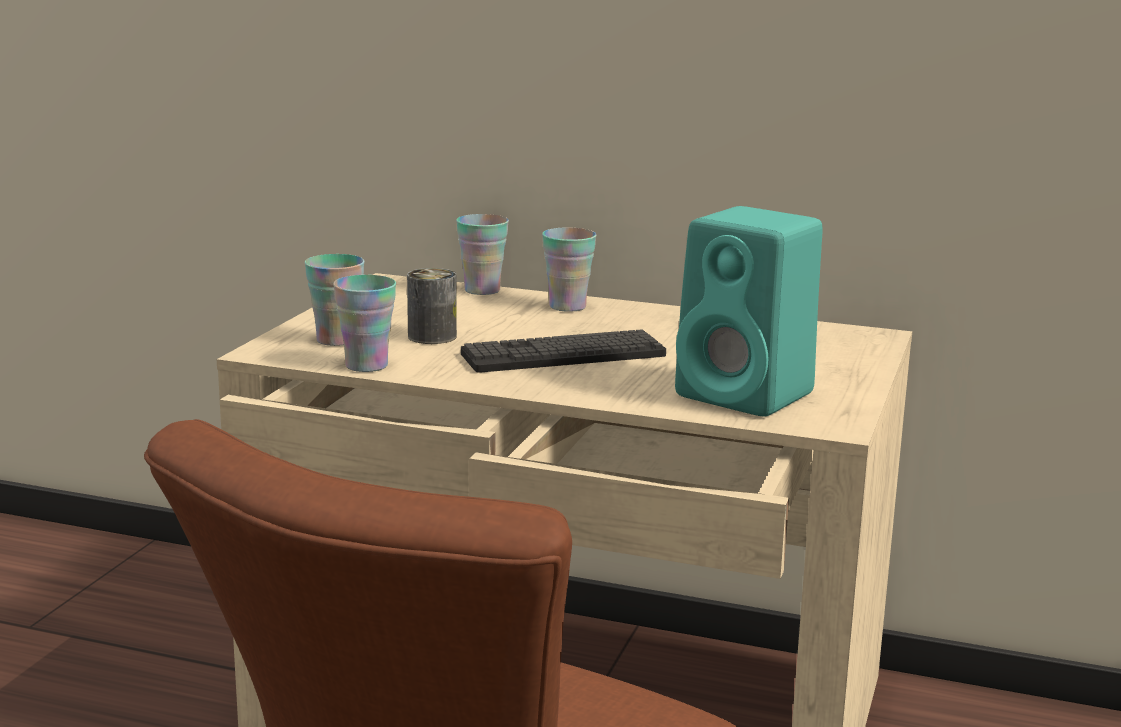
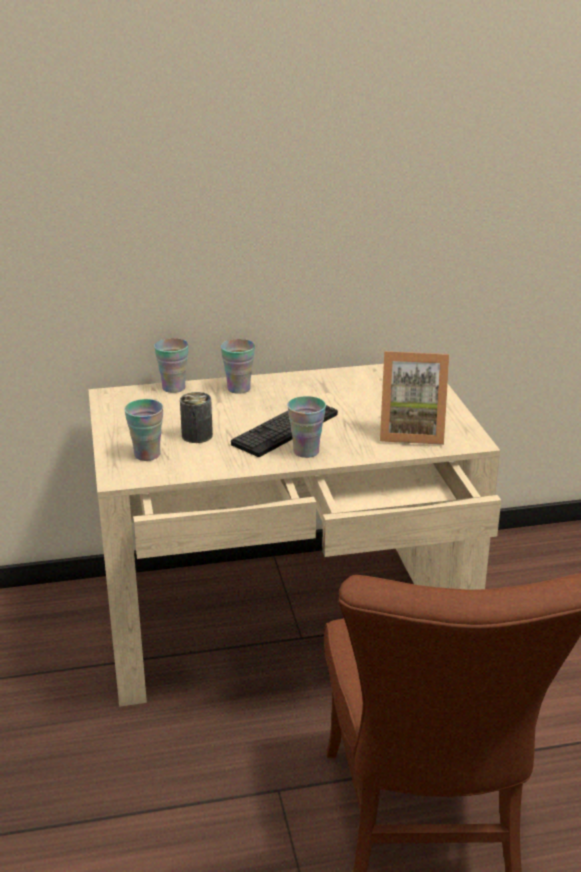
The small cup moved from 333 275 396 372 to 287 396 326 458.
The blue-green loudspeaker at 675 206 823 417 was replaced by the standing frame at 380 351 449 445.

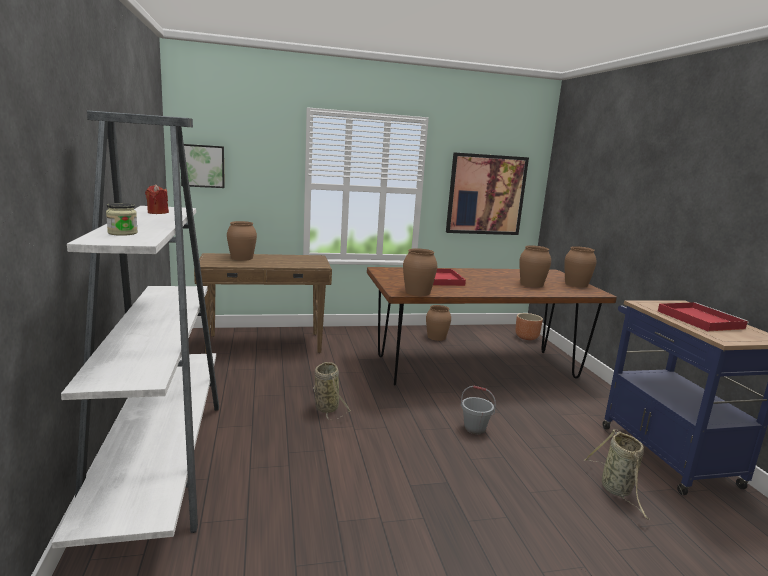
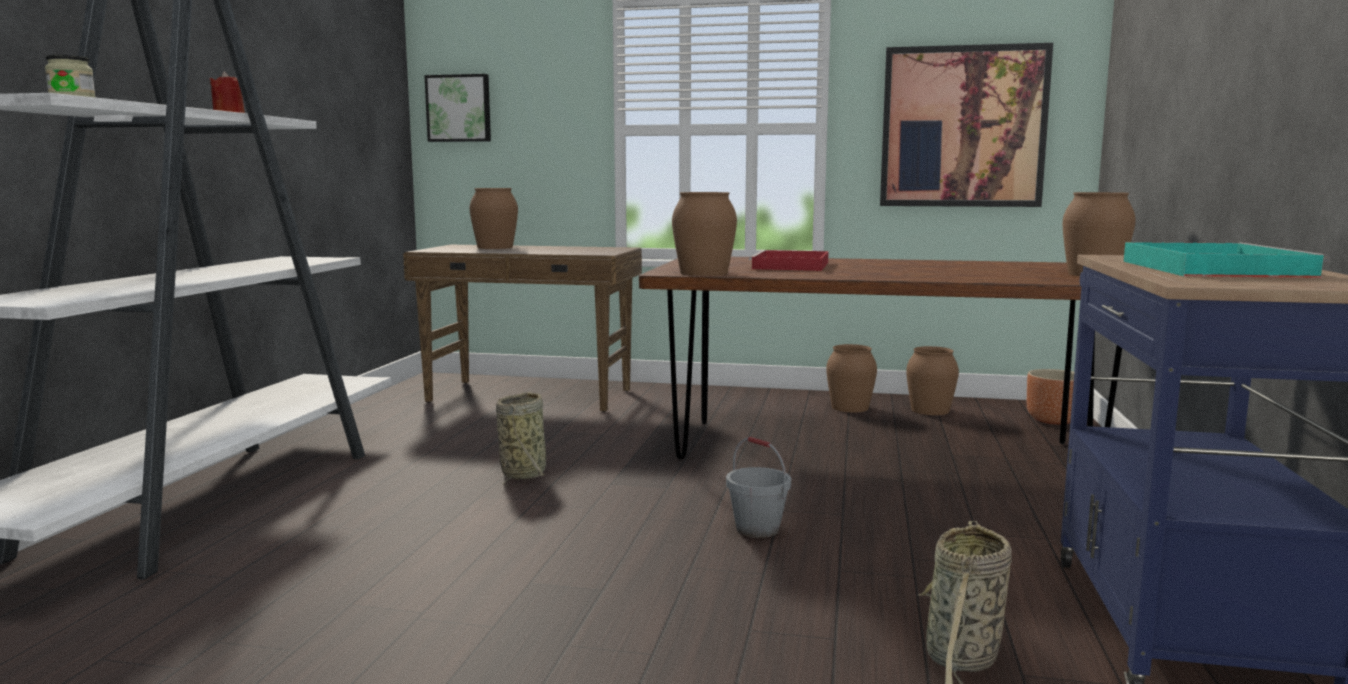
The brownish flower vase moved from 519 245 551 288 to 906 346 959 415.
The red-coloured serving tray at 658 302 749 331 became the blue-green serving tray at 1124 242 1330 278.

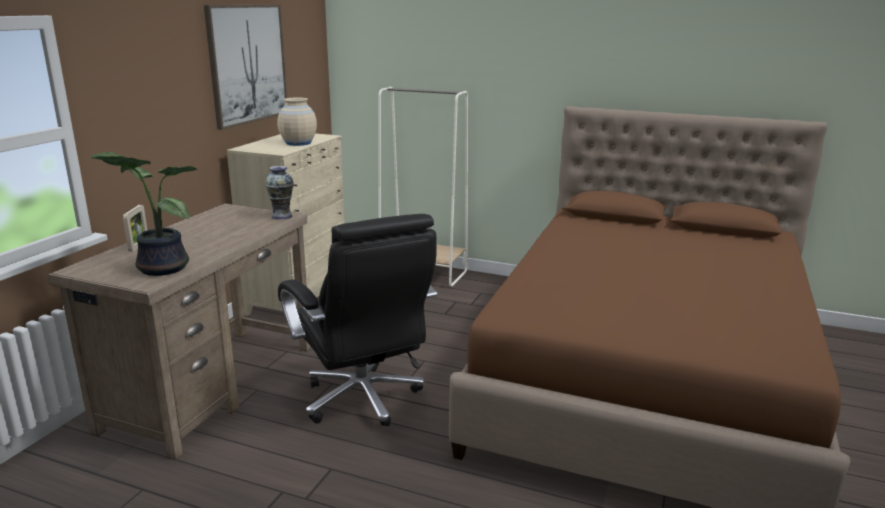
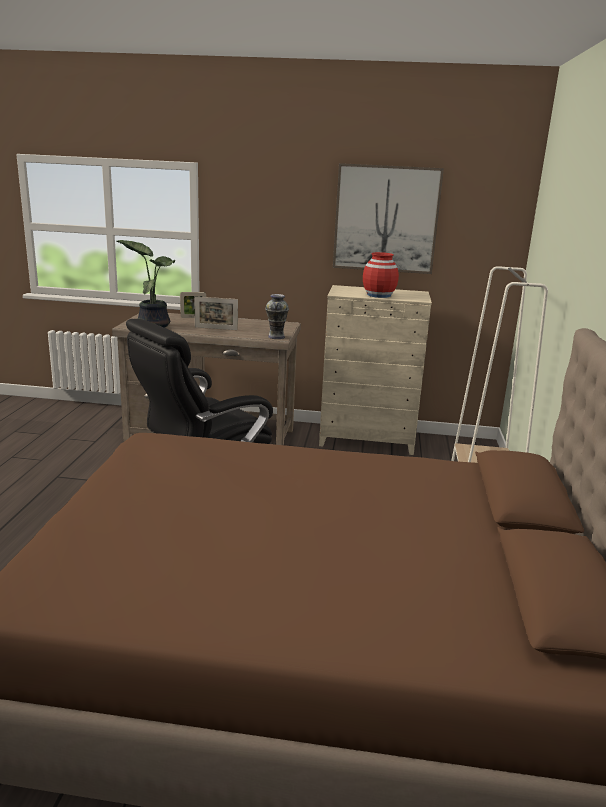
The standing frame at 194 296 238 330 appeared.
The beige-coloured flower vase at 277 98 317 146 became the red-coloured flower vase at 363 252 399 298.

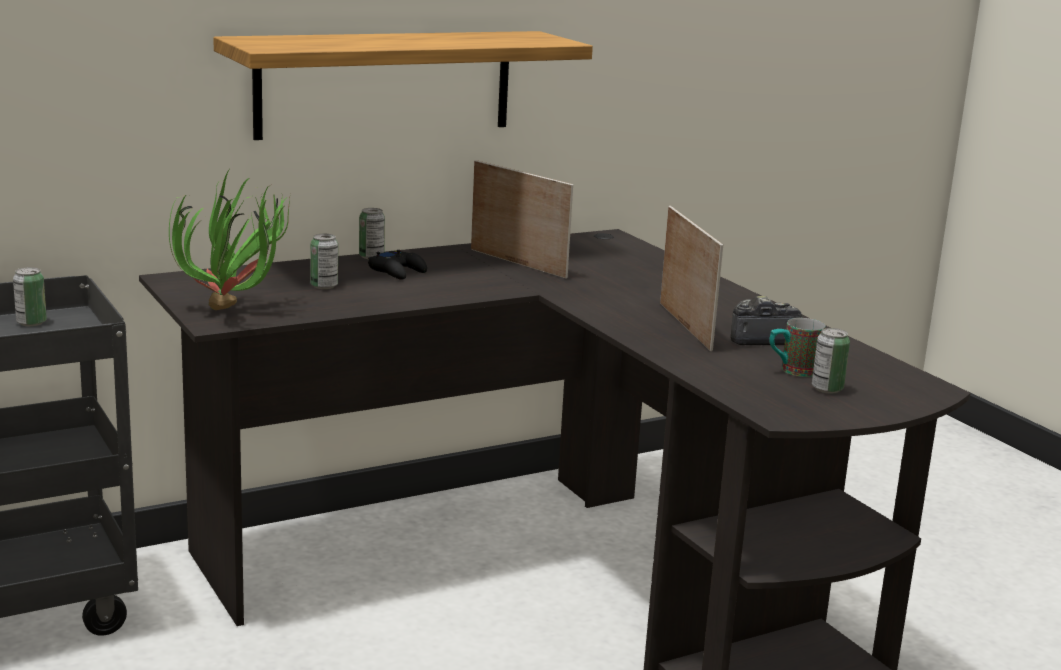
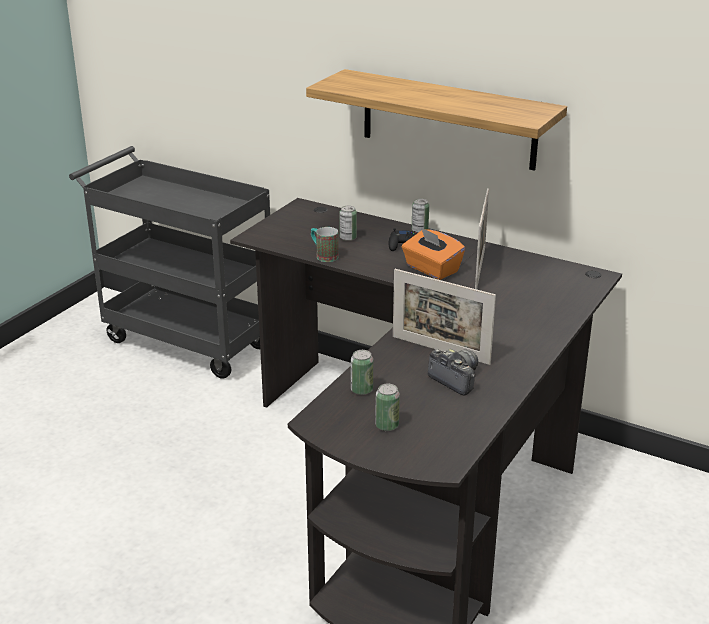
The houseplant at 169 168 290 310 disappeared.
The orange-coloured tissue holder at 402 227 465 280 appeared.
The sealed can moved from 13 267 47 326 to 351 350 373 395.
The coffee mug moved from 769 318 826 377 to 311 227 339 262.
The standing frame at 660 206 723 351 turned 75 degrees clockwise.

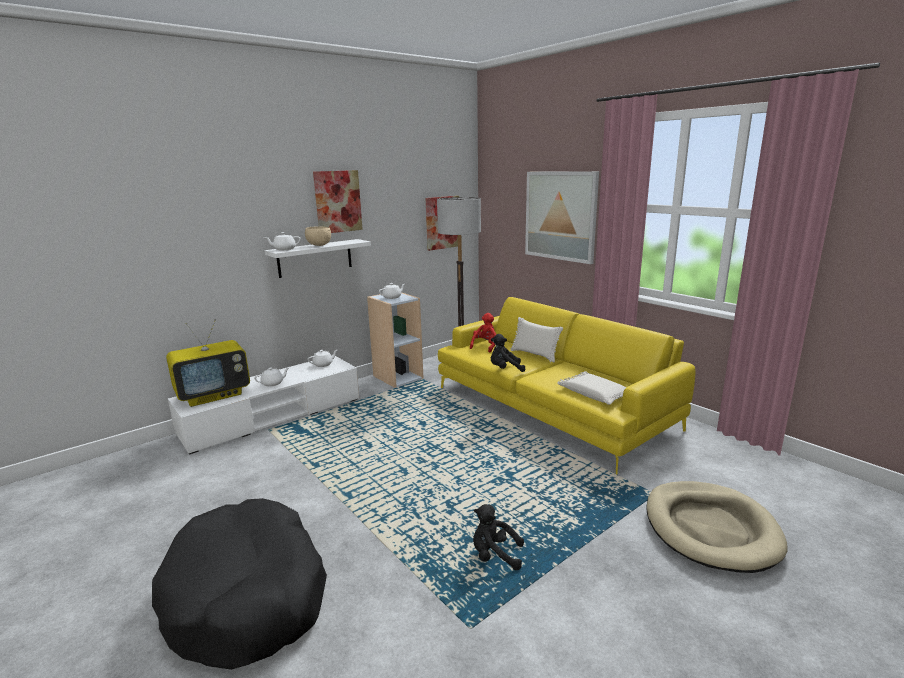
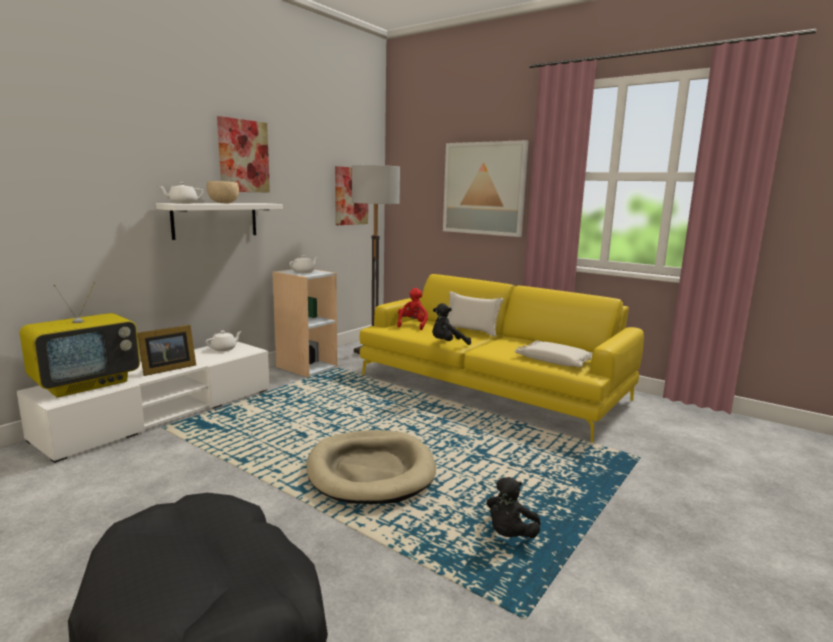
The beige-coloured pet bed moved from 646 481 788 573 to 307 430 436 504.
The white teapot at 254 368 289 387 was replaced by the standing frame at 137 325 196 376.
The black-coloured soft toy at 473 504 524 570 turned 60 degrees counterclockwise.

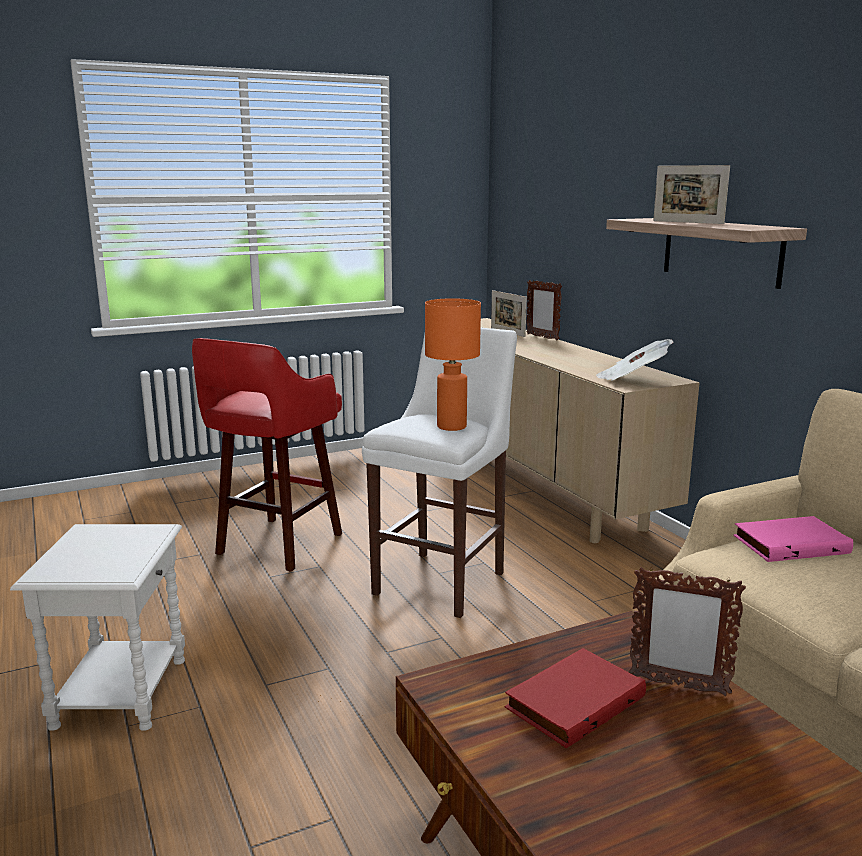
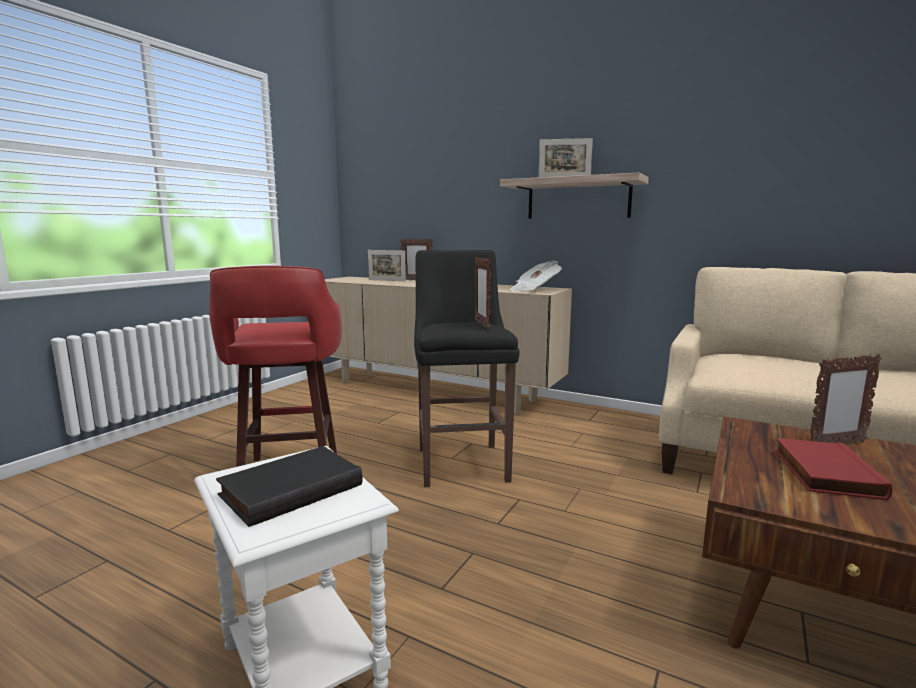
The pinkish bound book at 733 516 853 562 disappeared.
The black-coloured bound book at 216 446 363 527 appeared.
The orange-coloured table lamp at 425 298 481 431 was replaced by the standing frame at 475 257 491 330.
The white sitting stool at 362 328 517 618 became the black-coloured sitting stool at 414 250 520 487.

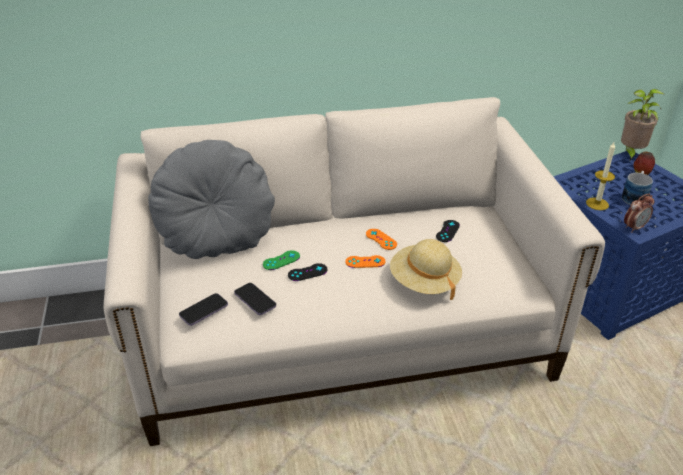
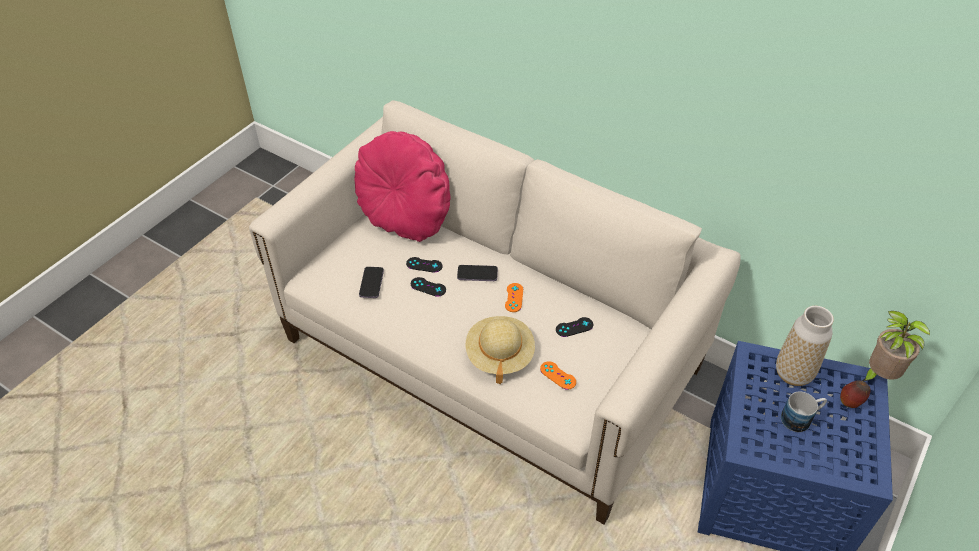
The wax light at 586 142 615 210 disappeared.
The table clock at 624 194 655 233 disappeared.
The flower vase at 776 306 834 386 appeared.
The telephone moved from 179 293 228 326 to 457 265 498 281.
The orange-coloured gamepad moved from 345 255 385 268 to 540 361 576 390.
The grey throw pillow at 148 140 275 259 became the pinkish throw pillow at 355 131 451 242.
The greenish gamepad at 263 250 300 270 became the black-coloured gamepad at 406 257 443 272.

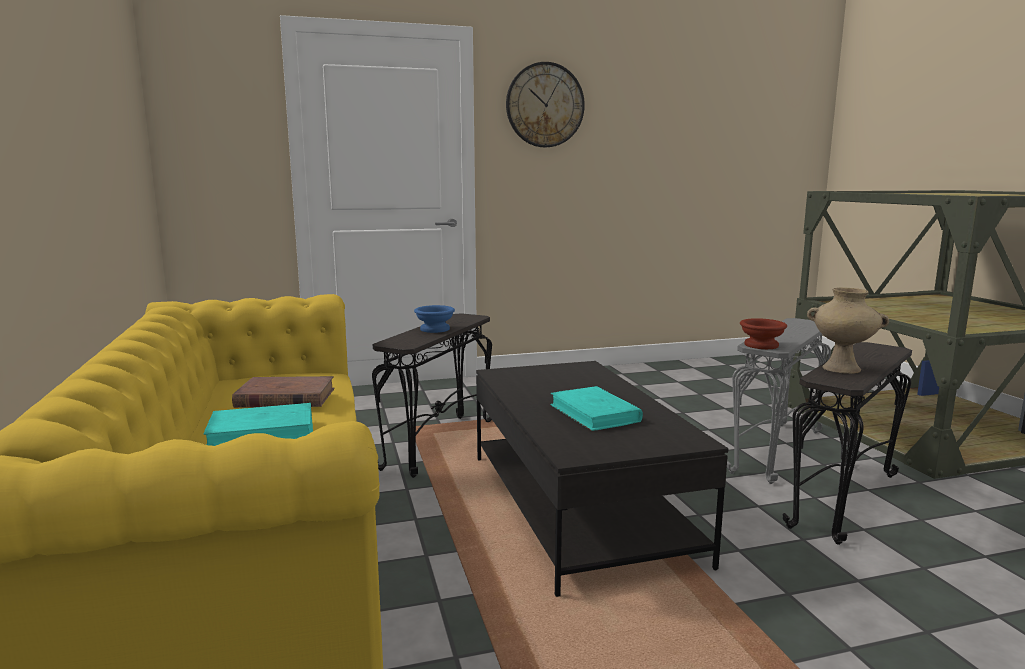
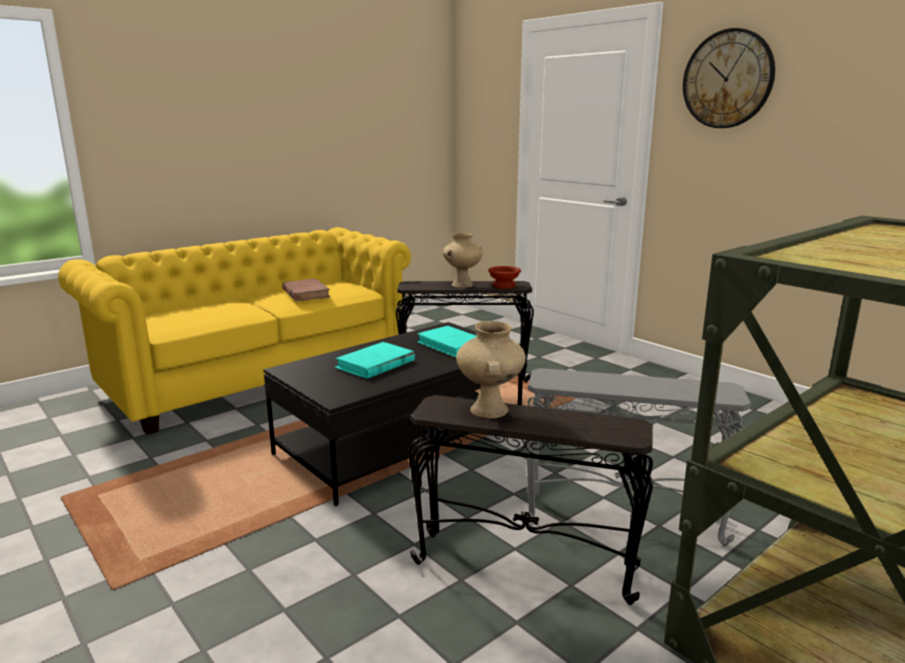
The blue-green bound book moved from 203 403 313 446 to 417 326 476 358.
The brownish serving bowl moved from 740 318 787 349 to 488 266 521 289.
The blue serving bowl at 414 305 455 333 was replaced by the beige-coloured flower vase at 443 233 483 288.

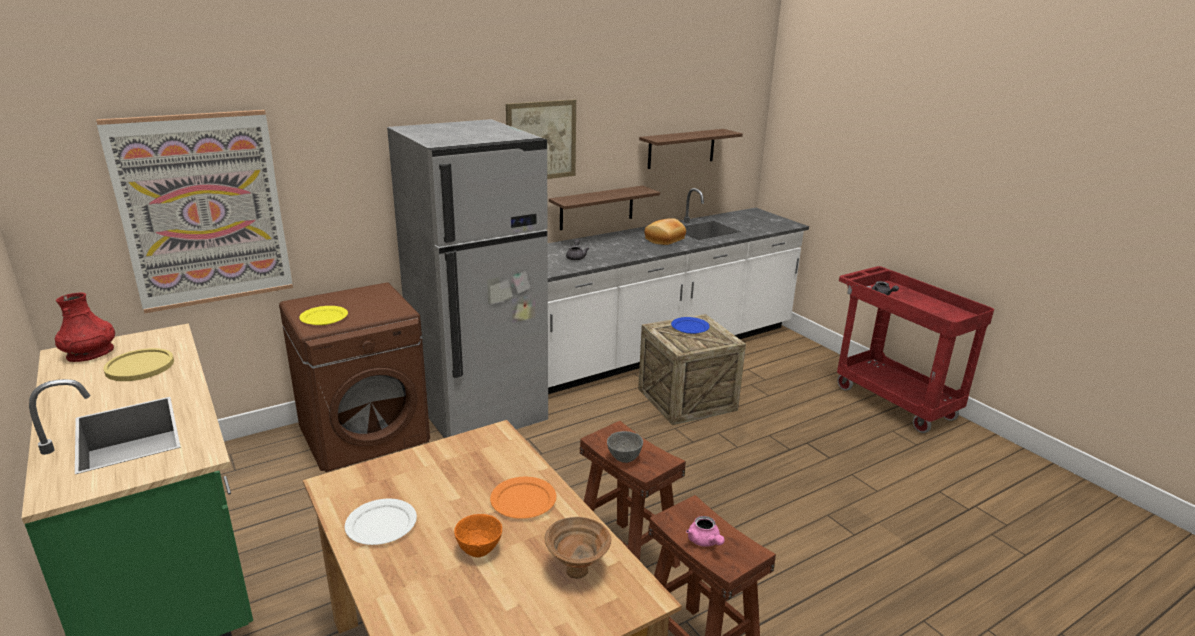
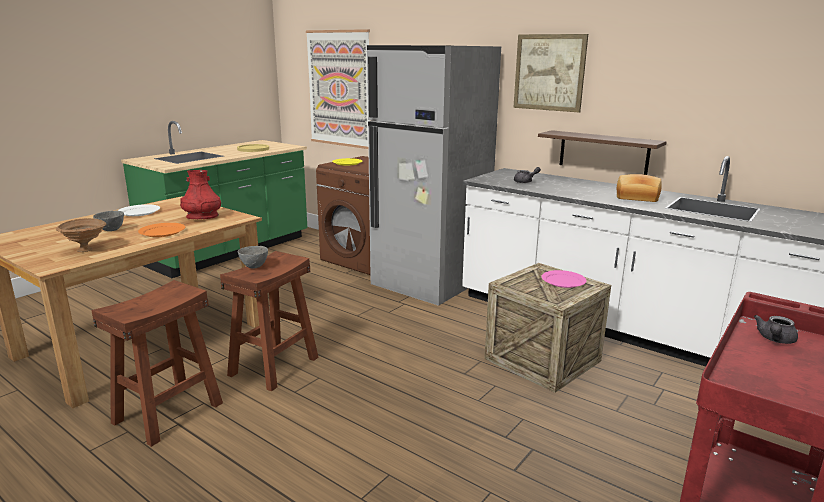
The shelf at 639 129 743 169 disappeared.
The pinkish teapot at 686 516 725 547 disappeared.
The red-coloured flower vase moved from 55 293 115 362 to 180 170 221 219.
The orange-coloured serving bowl at 454 514 502 557 became the grey serving bowl at 93 211 124 231.
The blue flat dish at 671 317 710 334 became the pinkish flat dish at 542 270 587 288.

